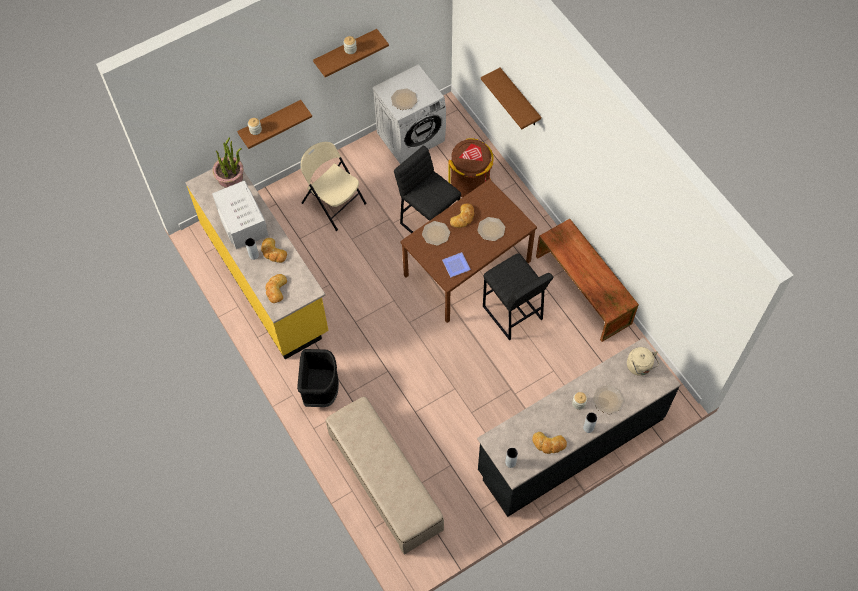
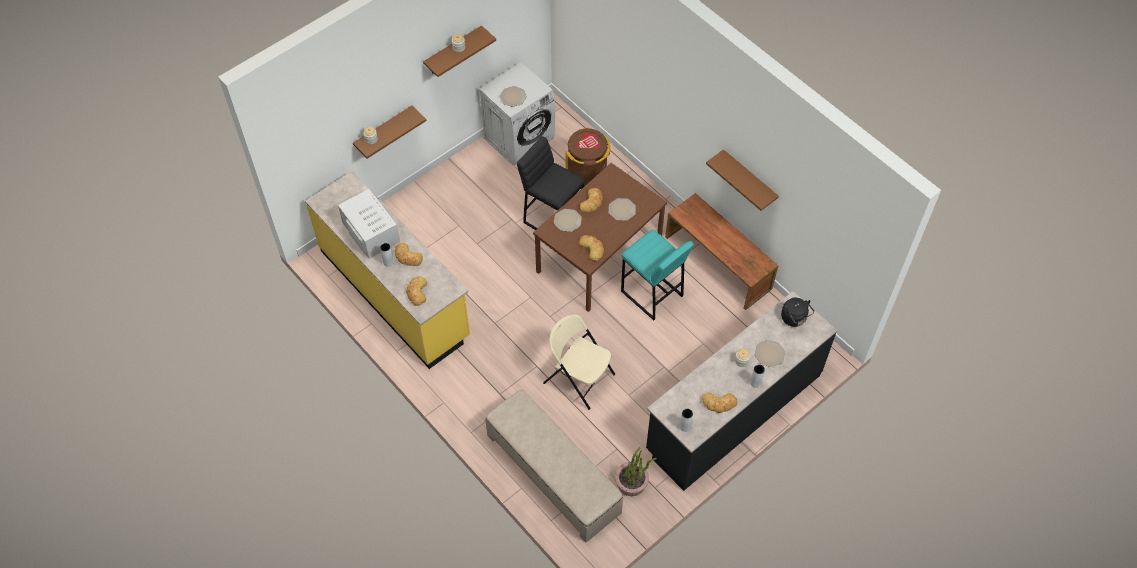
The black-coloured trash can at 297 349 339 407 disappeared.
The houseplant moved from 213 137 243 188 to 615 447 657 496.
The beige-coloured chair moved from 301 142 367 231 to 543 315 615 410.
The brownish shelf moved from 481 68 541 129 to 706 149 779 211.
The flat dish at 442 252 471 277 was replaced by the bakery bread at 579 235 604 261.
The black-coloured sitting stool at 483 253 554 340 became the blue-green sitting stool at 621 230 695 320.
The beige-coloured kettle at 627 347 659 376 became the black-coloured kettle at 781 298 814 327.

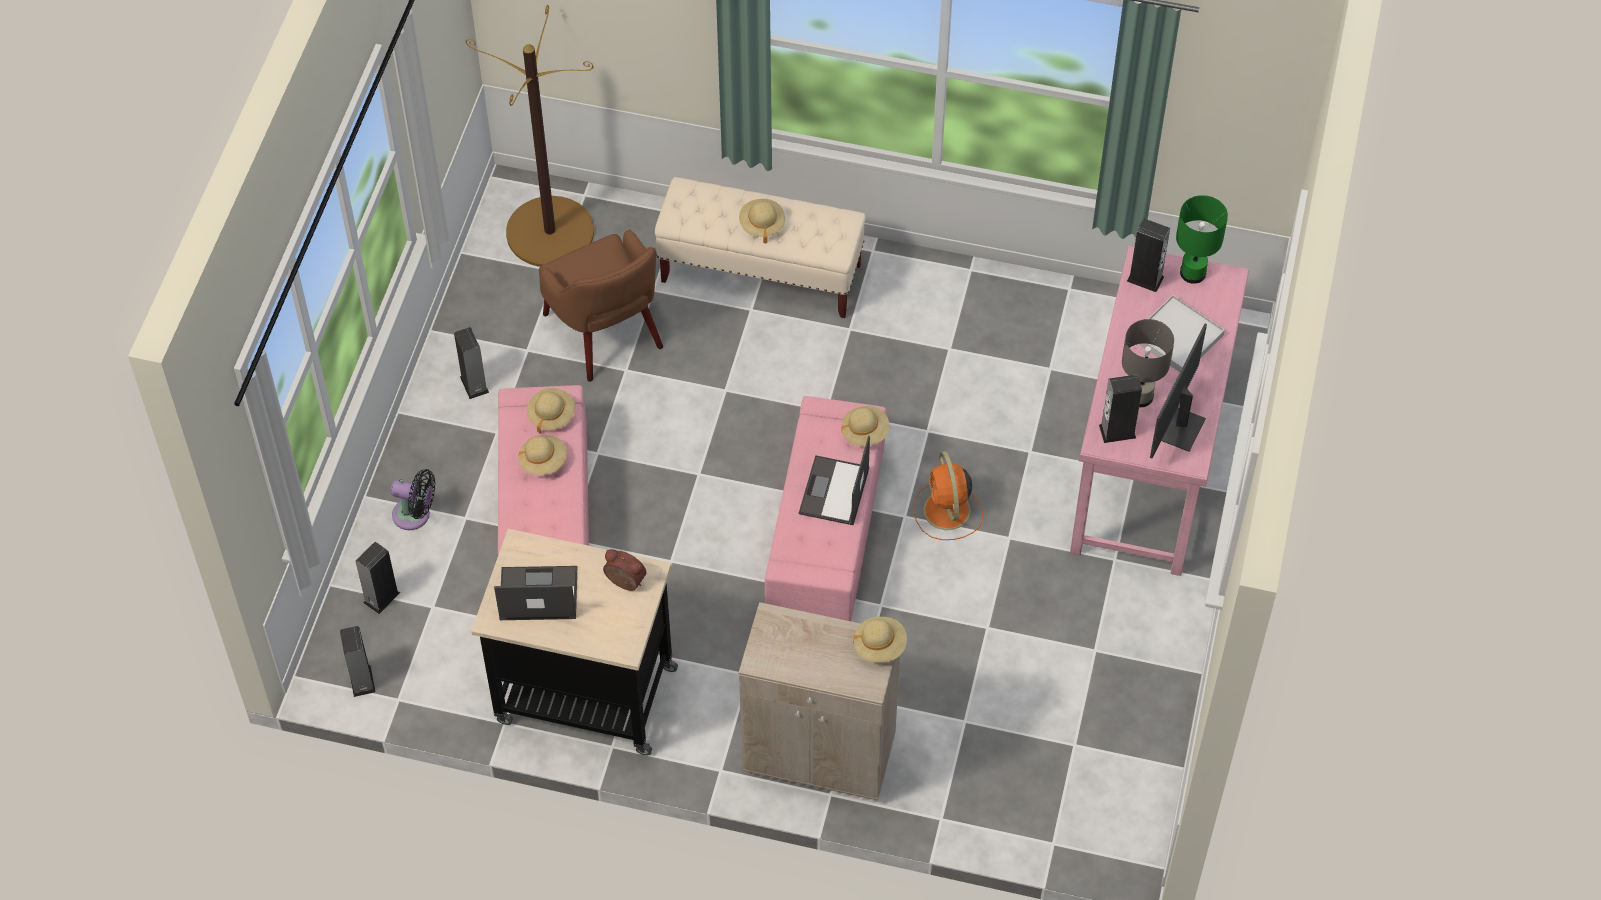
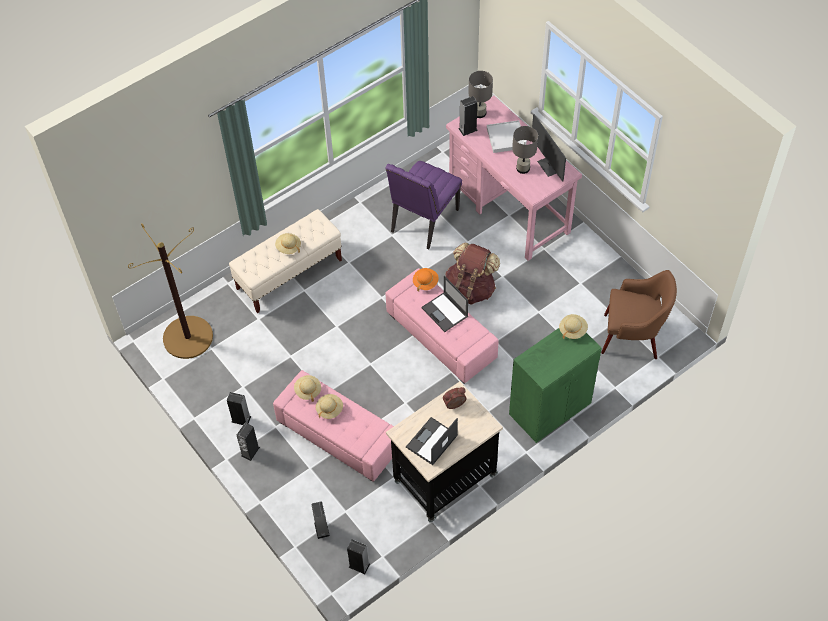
The black-coloured cooling fan at 390 469 436 530 disappeared.
The purplish chair at 385 161 462 249 appeared.
The brownish lounge chair moved from 539 229 663 382 to 601 270 677 359.
The loudspeaker moved from 1099 374 1142 443 to 237 423 260 461.
The orange-coloured cooling fan at 913 451 983 540 was replaced by the brownish backpack at 445 243 500 304.
The beige-coloured storage cabinet at 739 602 900 801 became the greenish storage cabinet at 509 328 602 443.
The beige-coloured wearable hat at 841 406 889 446 became the orange-coloured wearable hat at 413 268 439 292.
The greenish table lamp at 1176 195 1228 284 became the grey table lamp at 469 71 493 118.

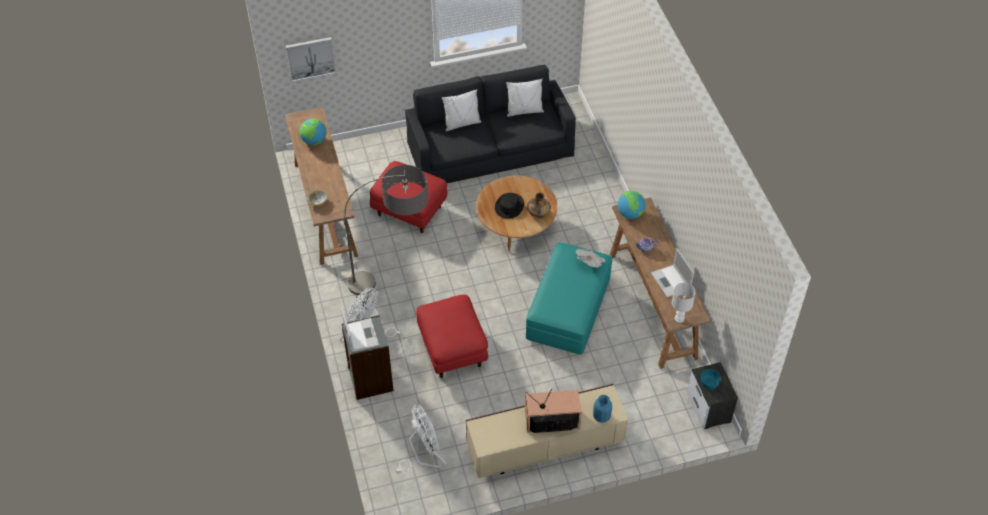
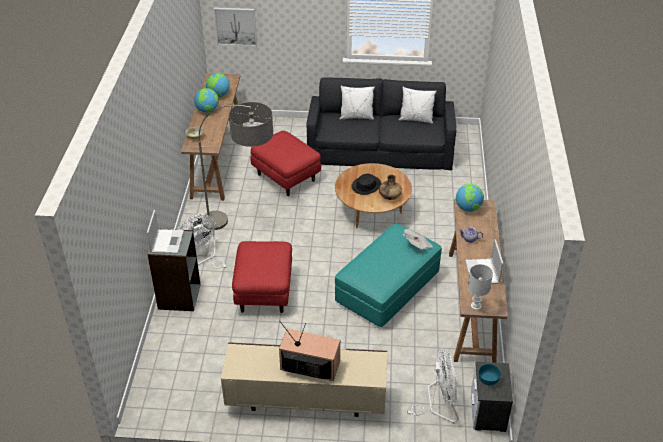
The blue flower vase at 593 395 612 423 disappeared.
The globe at 194 88 219 113 appeared.
The white cooling fan moved from 397 405 446 472 to 406 350 459 424.

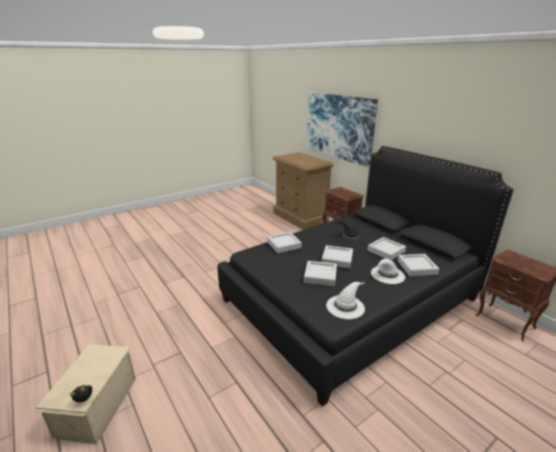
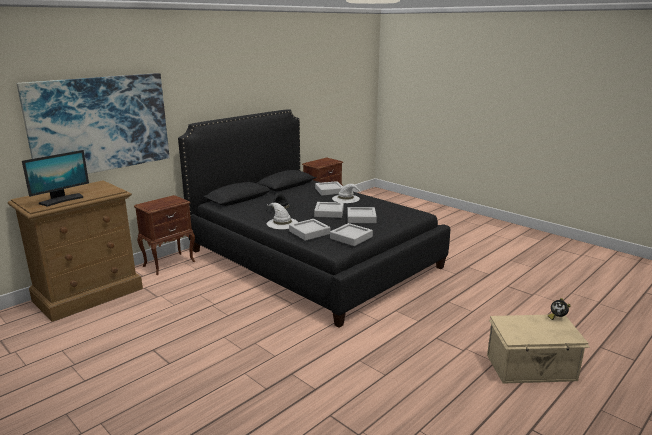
The computer display at 22 150 89 207 appeared.
The white wearable hat moved from 326 282 365 319 to 266 203 298 229.
The grey serving tray moved from 367 237 406 260 to 330 223 373 246.

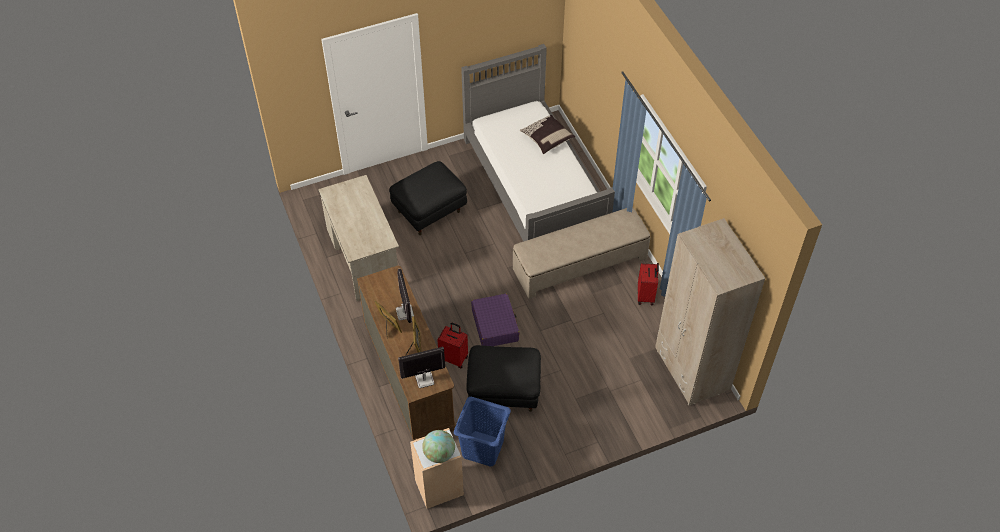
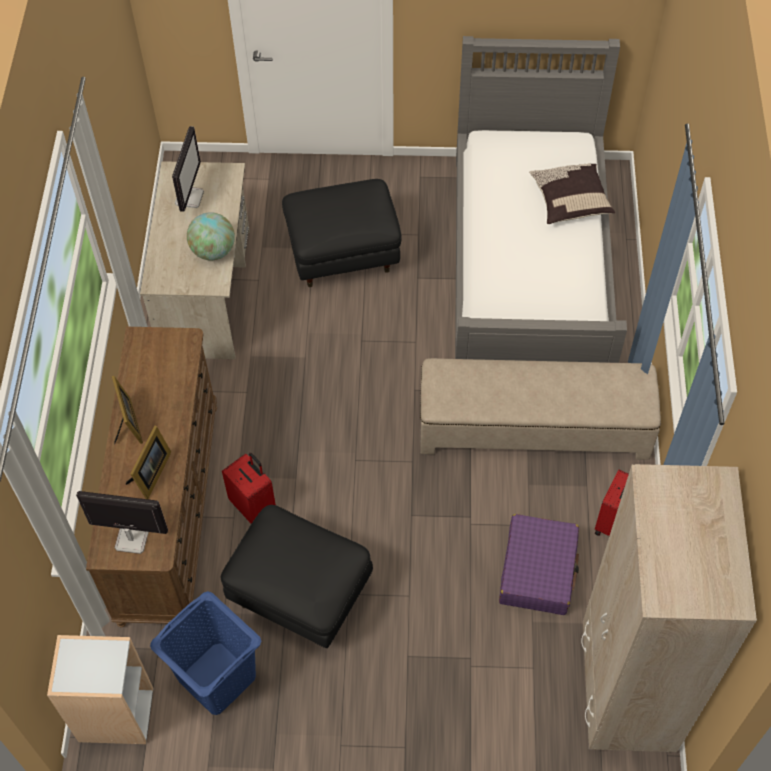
The computer display moved from 396 269 414 323 to 172 126 204 212.
The globe moved from 422 430 455 463 to 187 212 235 260.
The purplish suitcase moved from 471 293 520 346 to 499 514 579 615.

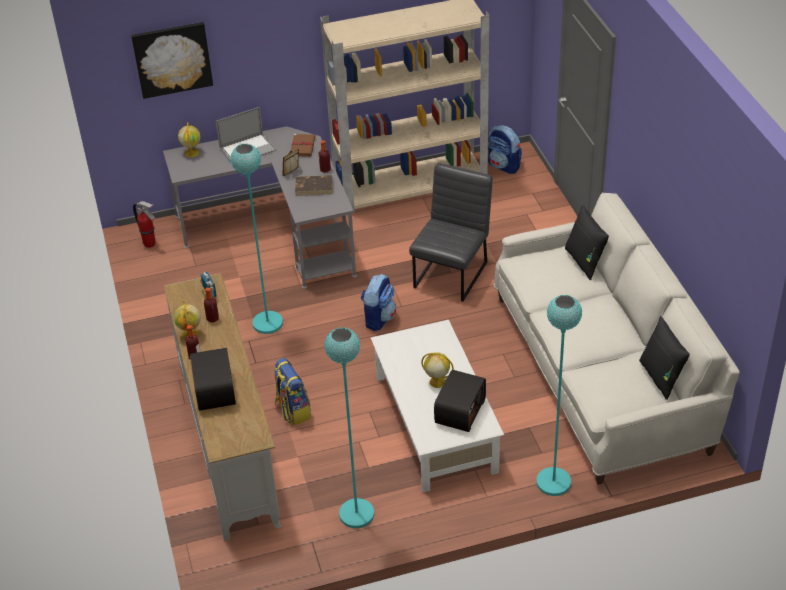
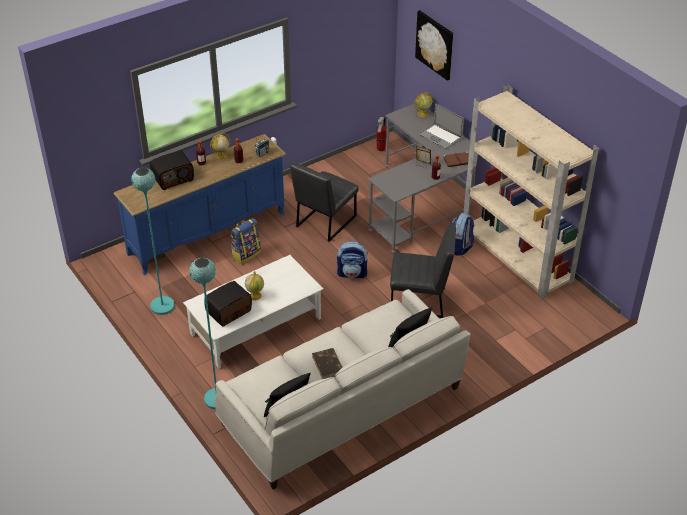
The brownish bound book moved from 295 175 333 196 to 312 348 342 379.
The backpack moved from 488 125 522 174 to 452 213 474 255.
The blue-green standing lamp at 231 144 283 334 was replaced by the grey chair at 290 163 359 242.
The grey storage cabinet at 164 273 281 541 became the blue storage cabinet at 113 134 287 275.
The radio at 434 370 486 432 turned 135 degrees clockwise.

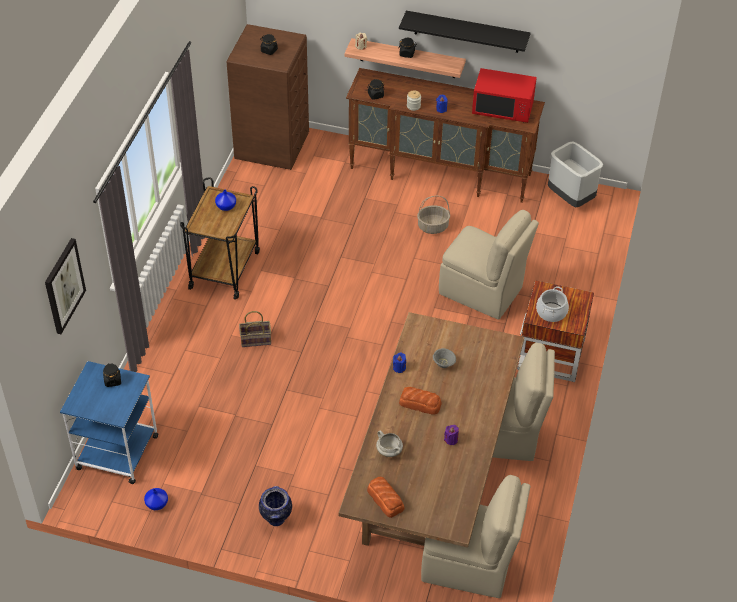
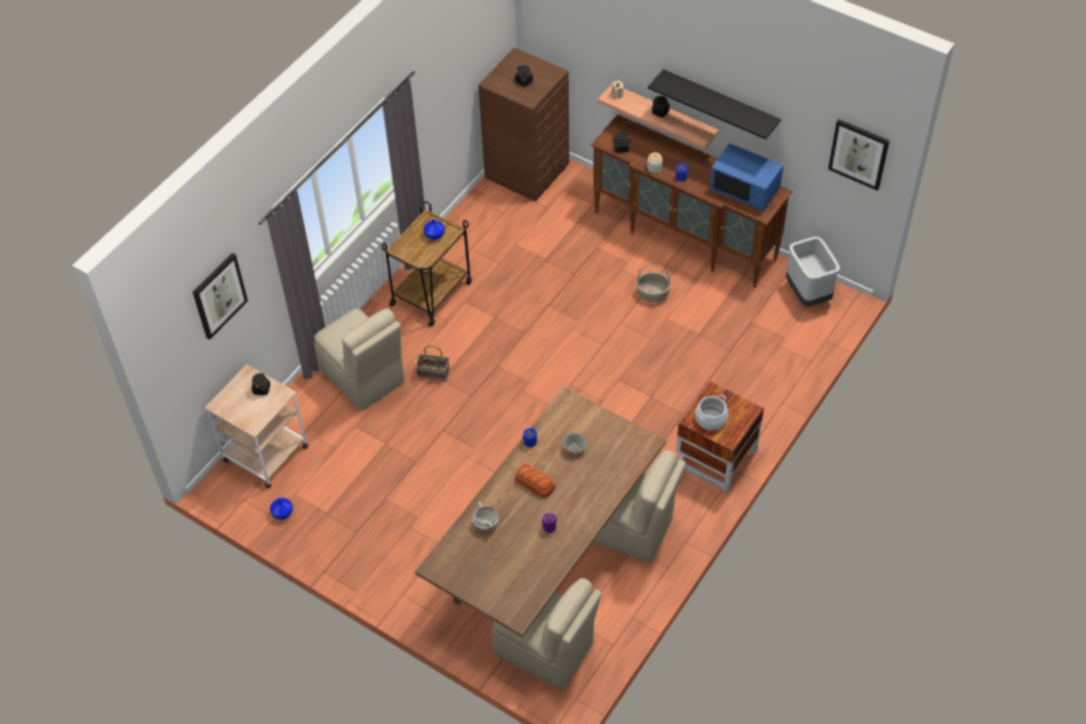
The flower vase at 259 486 292 526 disappeared.
The bakery bread at 367 477 405 518 disappeared.
The wall picture at 828 119 890 191 appeared.
The beige-coloured chair moved from 439 210 539 320 to 314 308 405 411.
The blue trolley at 60 361 158 484 became the beige-coloured trolley at 205 364 308 488.
The red-coloured kitchen microwave at 472 68 537 123 became the blue kitchen microwave at 710 143 783 211.

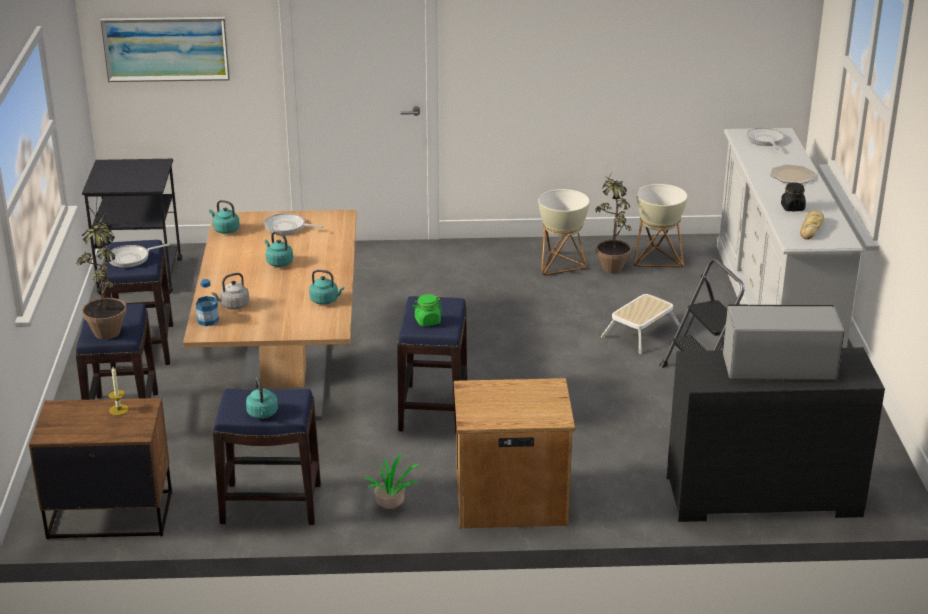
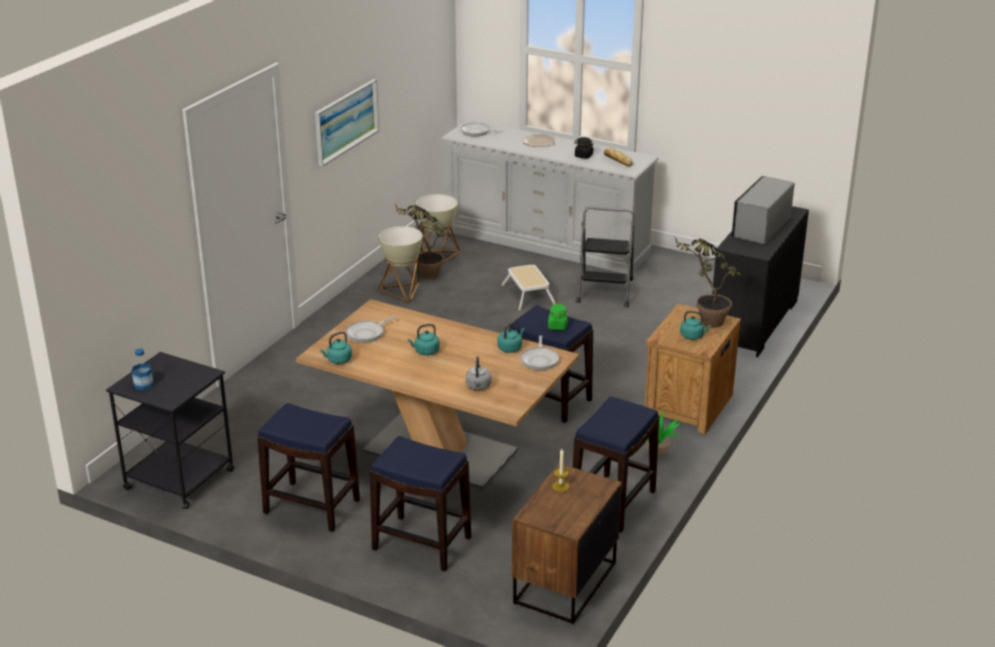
The houseplant moved from 77 214 127 340 to 674 236 742 328.
The wall picture moved from 100 17 230 82 to 315 79 379 166.
The frying pan moved from 109 244 169 268 to 520 335 559 370.
The beverage bottle moved from 196 279 219 326 to 132 349 154 390.
The blue-green kettle moved from 246 378 278 419 to 680 311 711 340.

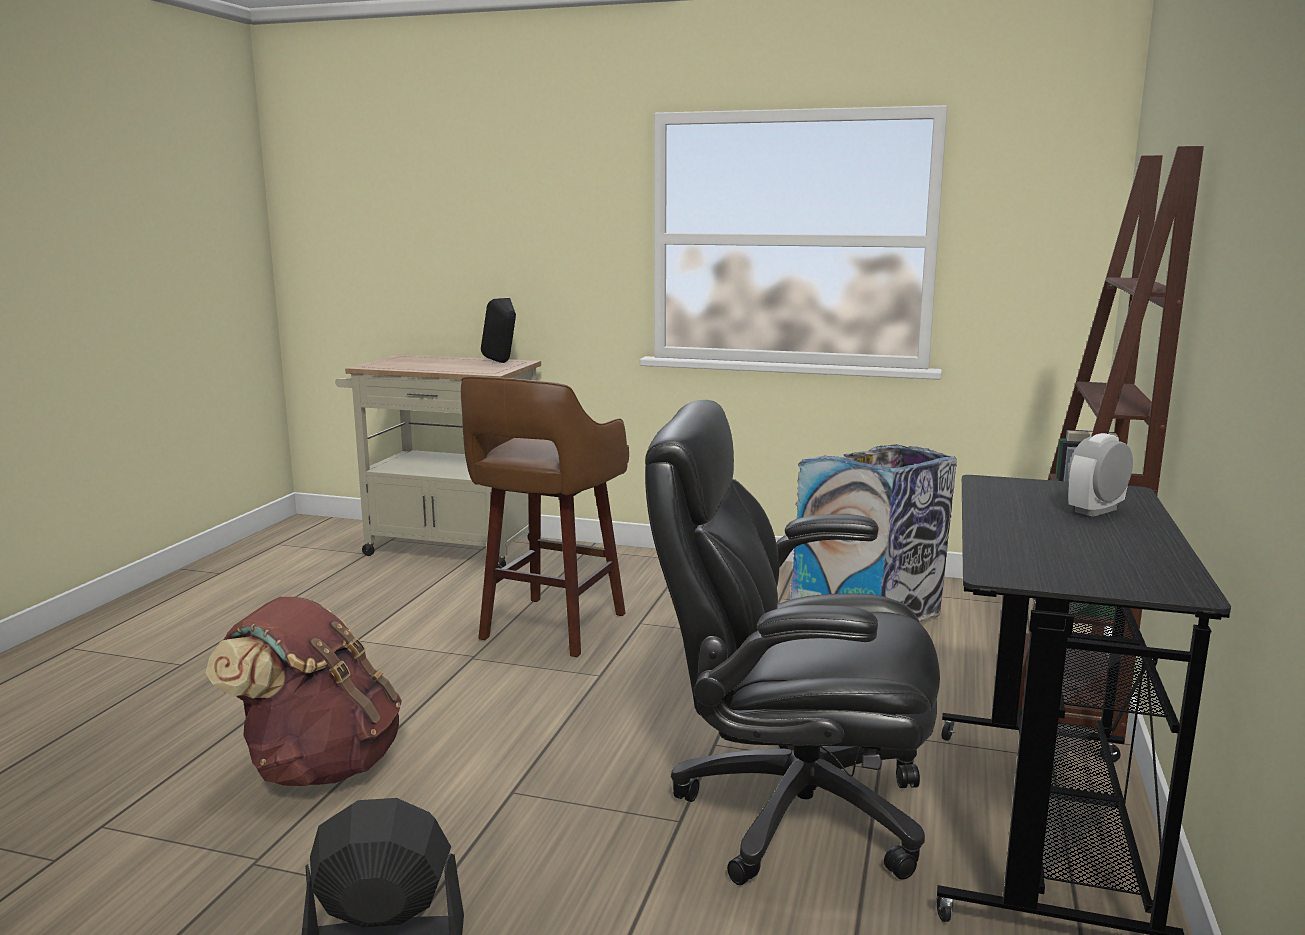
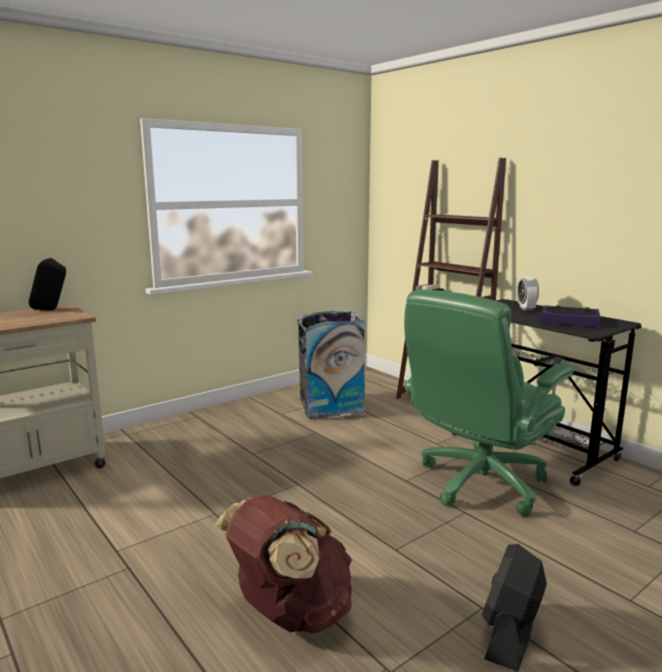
The brownish sitting stool at 461 376 629 657 disappeared.
The bound book at 541 305 601 327 appeared.
The black-coloured office chair at 645 400 940 885 became the greenish office chair at 404 289 574 517.

